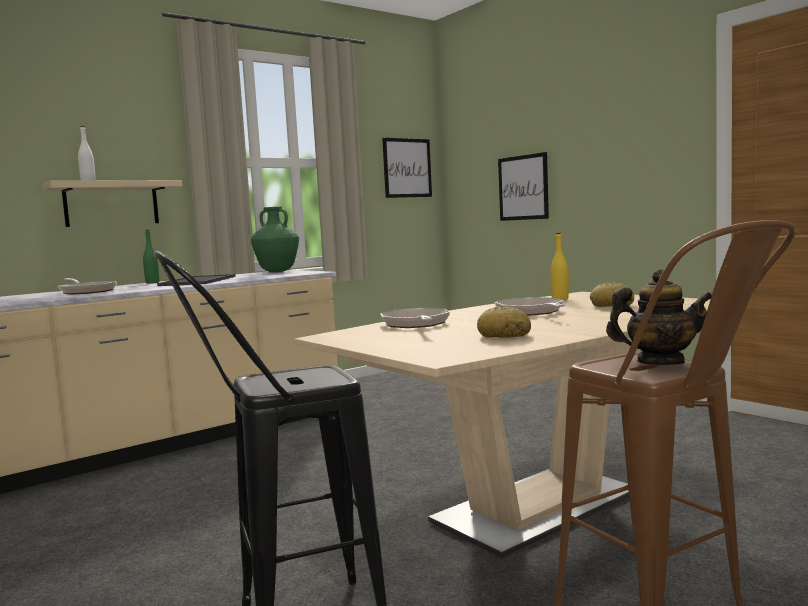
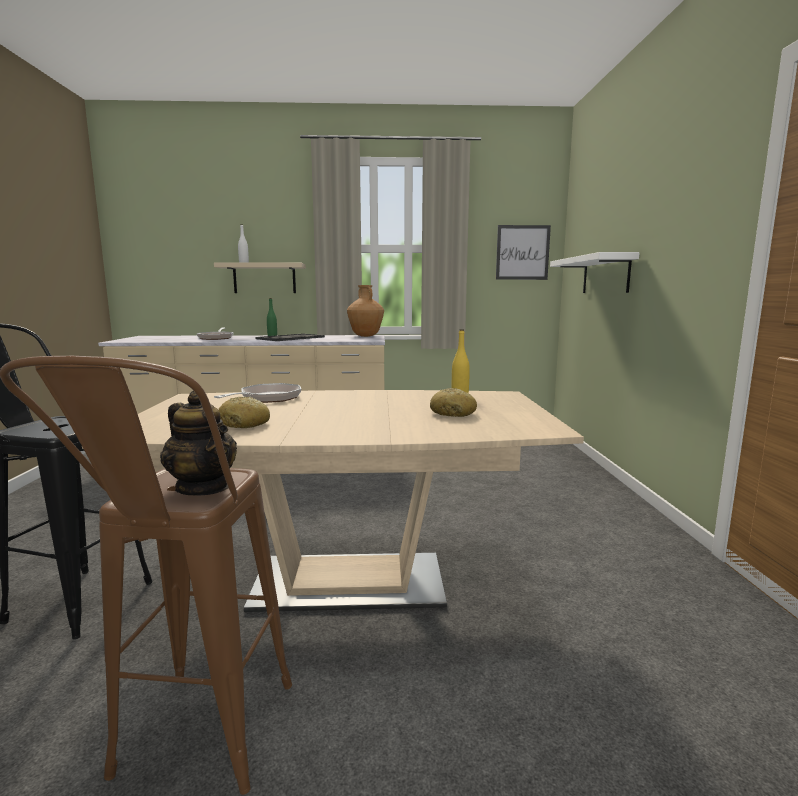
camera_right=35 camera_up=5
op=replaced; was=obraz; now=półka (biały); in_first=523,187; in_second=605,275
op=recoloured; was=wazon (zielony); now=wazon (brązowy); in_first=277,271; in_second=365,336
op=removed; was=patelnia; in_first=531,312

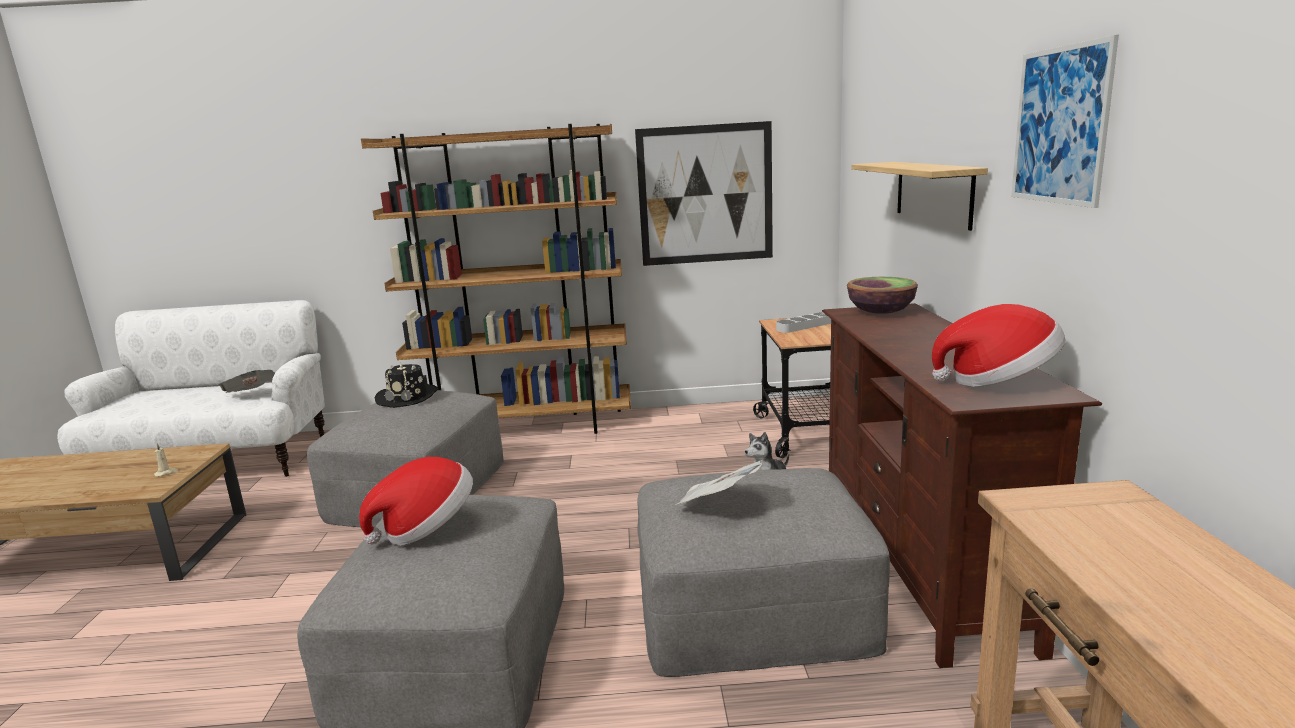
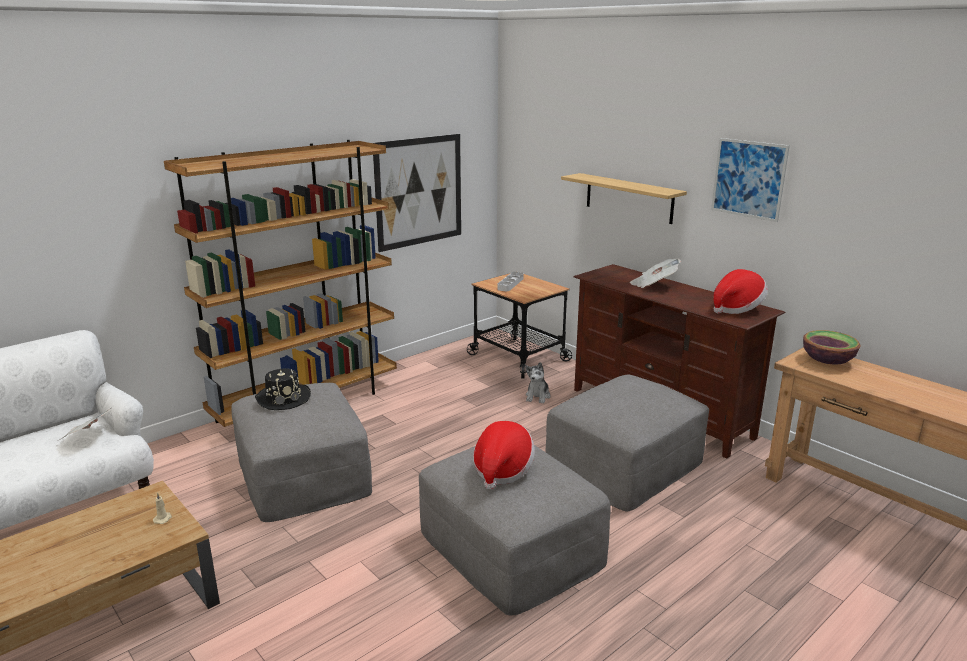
camera_right=-40 camera_up=5
op=moved; was=miska; in_first=880,312; in_second=827,361
op=moved; was=gazeta; in_first=719,504; in_second=653,285

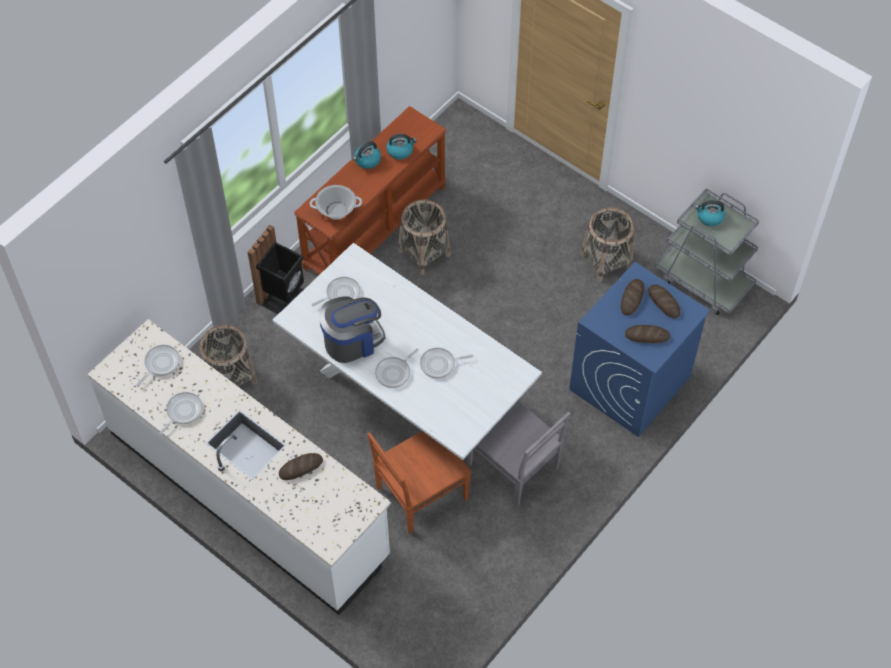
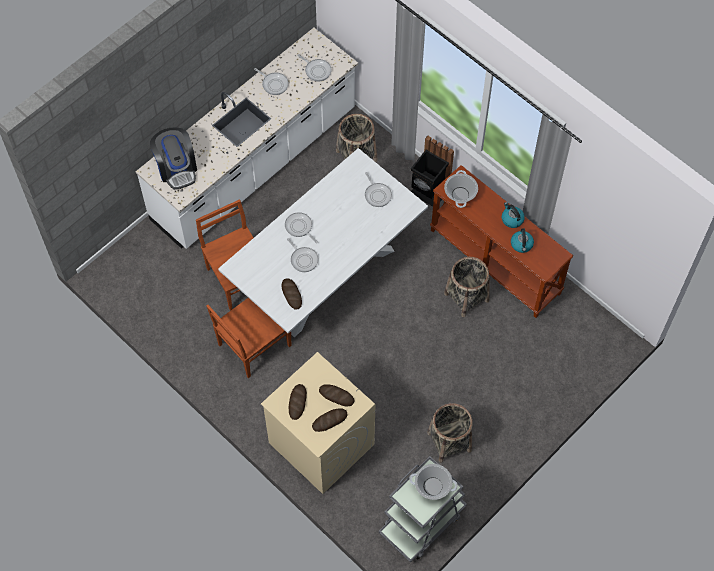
camera_right=95 camera_up=5
op=replaced; was=czajnik; now=garnek; in_first=709,217; in_second=432,486
op=recoloured; was=pralka (niebieski); now=pralka (beżowy); in_first=629,383; in_second=320,443
op=moved; was=ekspres do kawy; in_first=352,341; in_second=177,168
op=turned; was=patelnia; in_first=440,364; in_second=303,259; clockwise=150
op=recoloured; was=krzesło (szary); now=krzesło (brązowy); in_first=514,467; in_second=253,346
op=moved; was=chleb; in_first=301,468; in_second=291,294

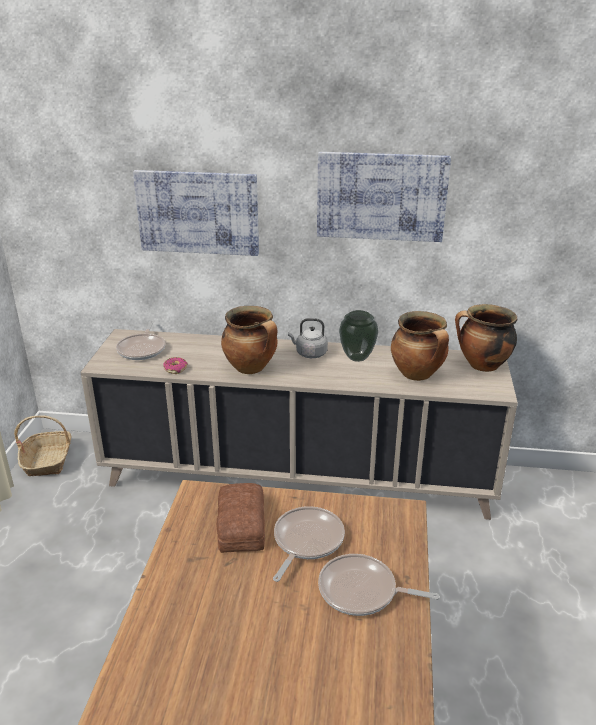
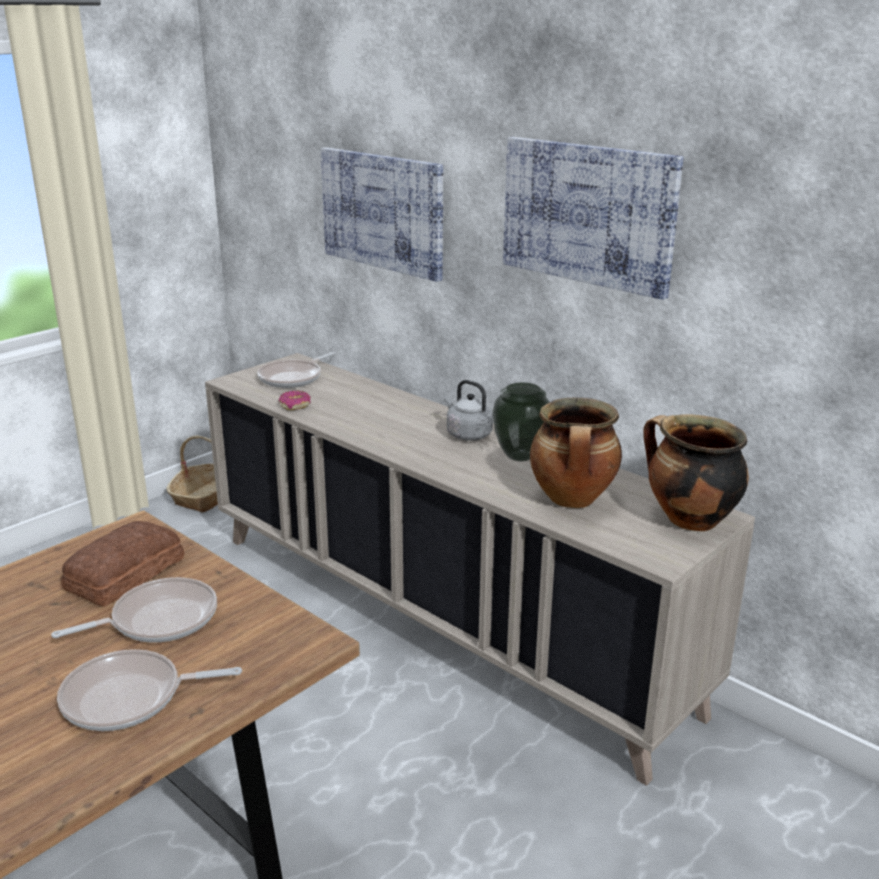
camera_right=35 camera_up=-5
op=removed; was=garnek; in_first=252,368
op=turned; was=patelnia; in_first=362,591; in_second=129,698; clockwise=-60

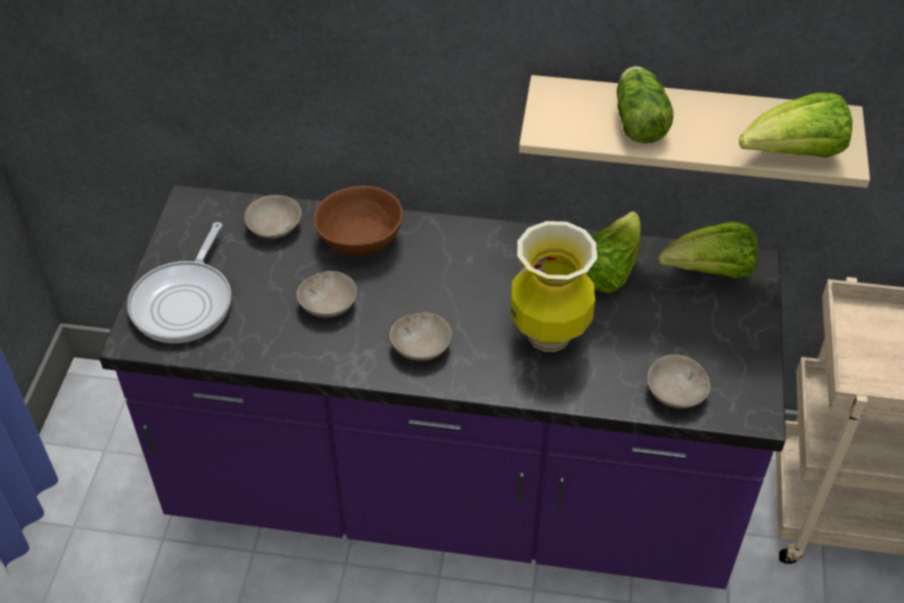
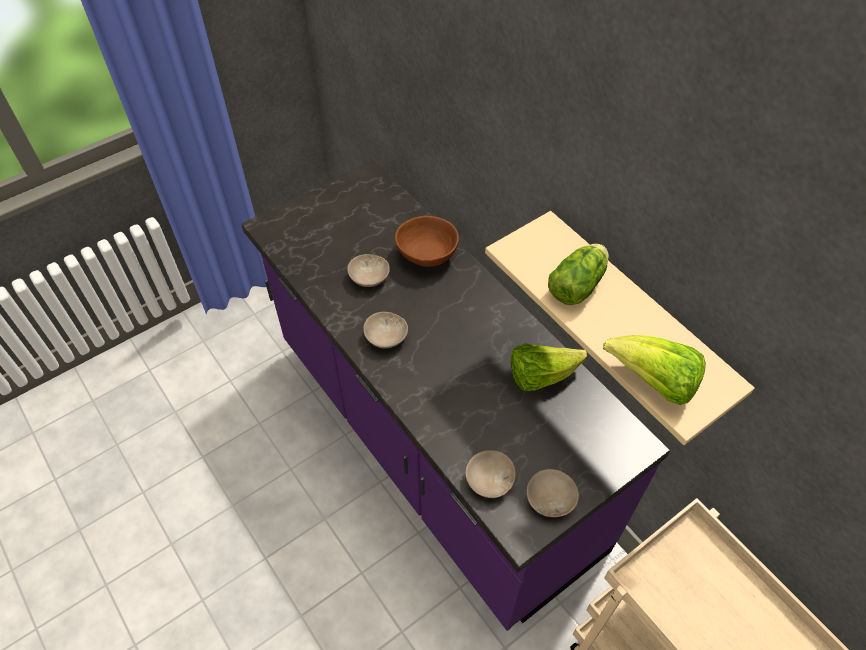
camera_right=45 camera_up=5
op=moved; was=miska (beżowy); in_first=274,226; in_second=551,497
op=removed; was=wazon; in_first=549,336
op=removed; was=patelnia; in_first=185,302
op=removed; was=sałata; in_first=710,272

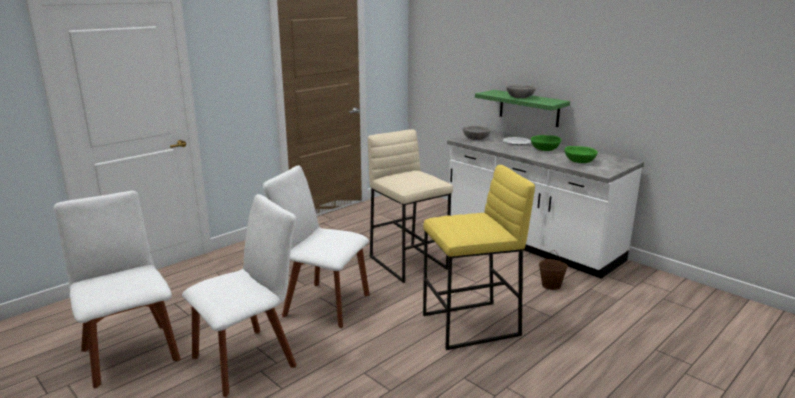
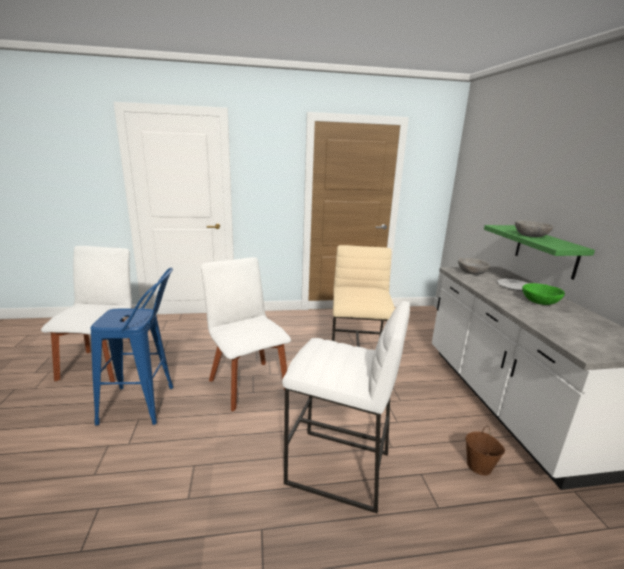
camera_right=35 camera_up=0
op=removed; was=miska (zielony); in_first=579,161
op=recoloured; was=stołek (żółty); now=stołek (biały); in_first=471,325; in_second=338,469
op=replaced; was=krzesło (biały); now=stołek (niebieski); in_first=249,359; in_second=145,405

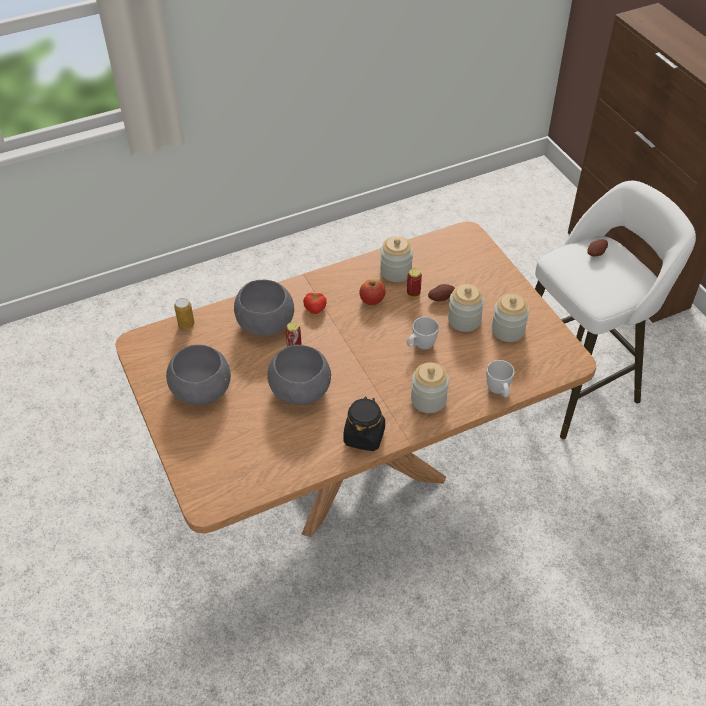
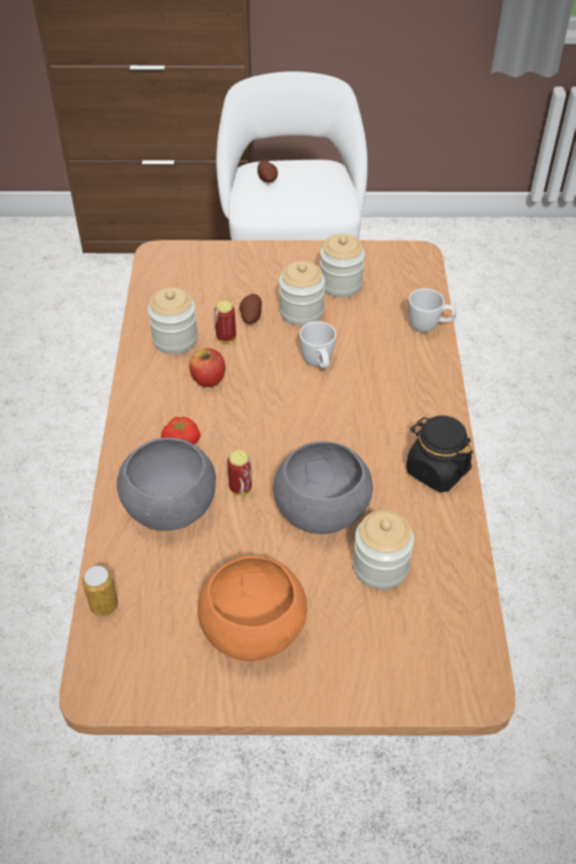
camera_right=-65 camera_up=0
op=recoloured; was=miska (szary); now=miska (pomarańczowy); in_first=202,389; in_second=254,626
op=moved; was=słoik; in_first=428,400; in_second=380,566

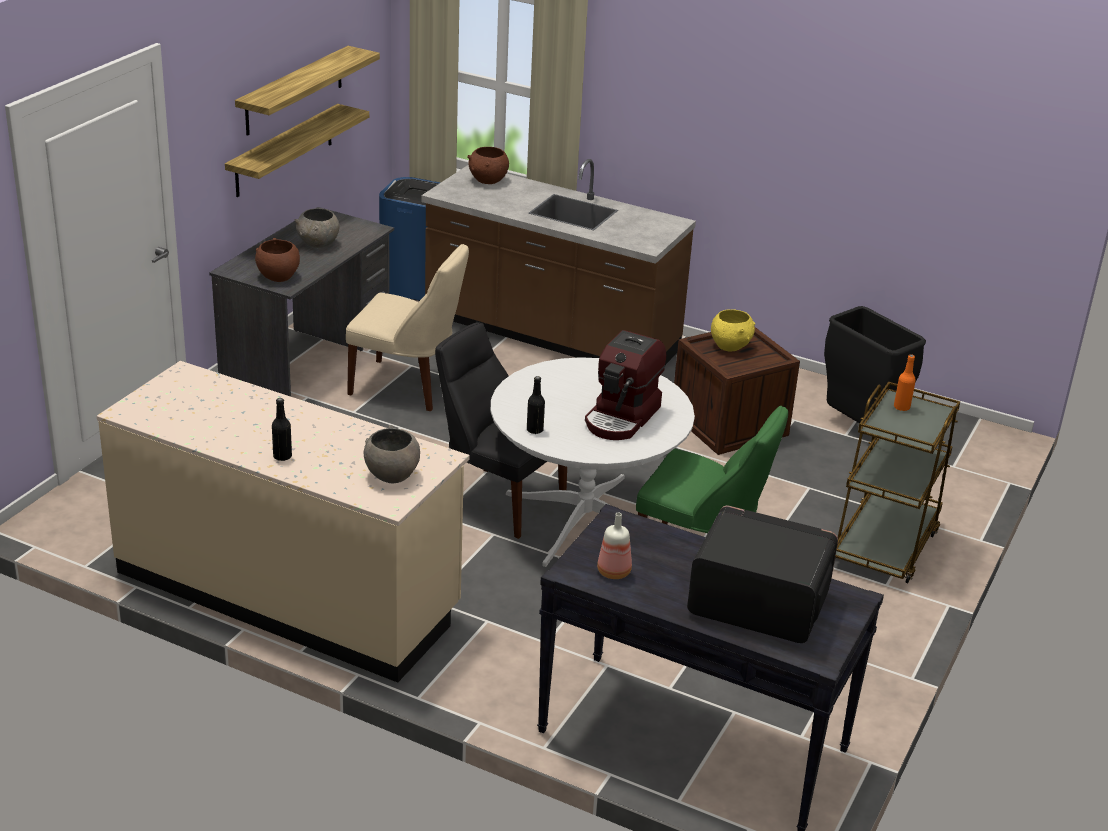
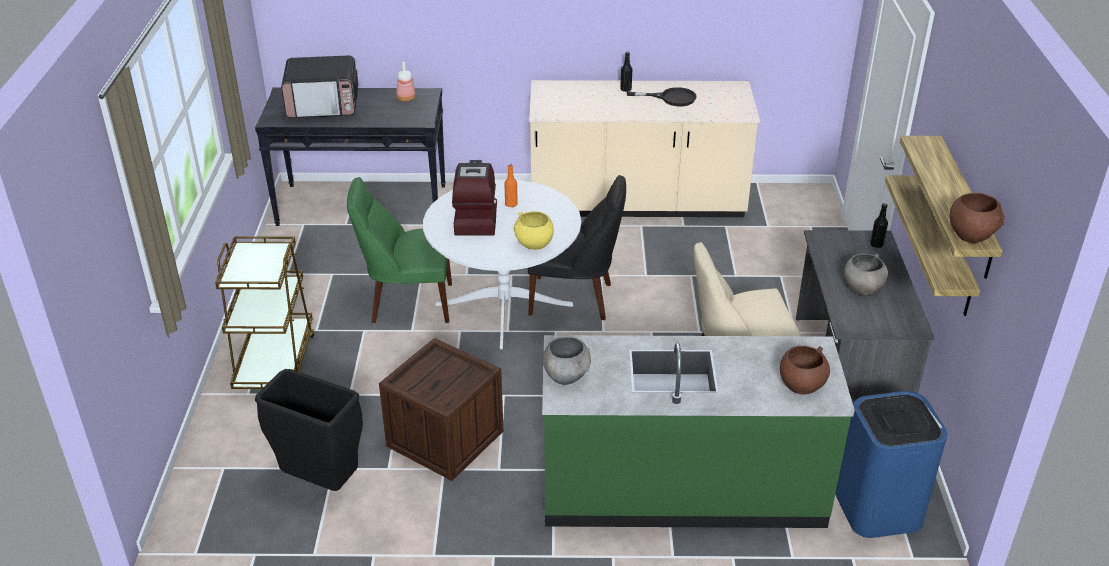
camera_right=155 camera_up=5
op=recoloured; was=zabudowa kuchenna (brązowy); now=zabudowa kuchenna (zielony); in_first=550,336; in_second=682,489
op=moved; was=miska (brązowy); in_first=278,277; in_second=971,235
op=moved; was=miska (żółty); in_first=730,346; in_second=534,244
op=moved; was=butelka (pomarańczowy); in_first=901,407; in_second=511,204
op=moved; was=butelka (czarny); in_first=535,430; in_second=876,244
op=moved; was=miska (szary); in_first=391,475; in_second=566,376
op=added; now=patelnia (czarny); in_second=671,98

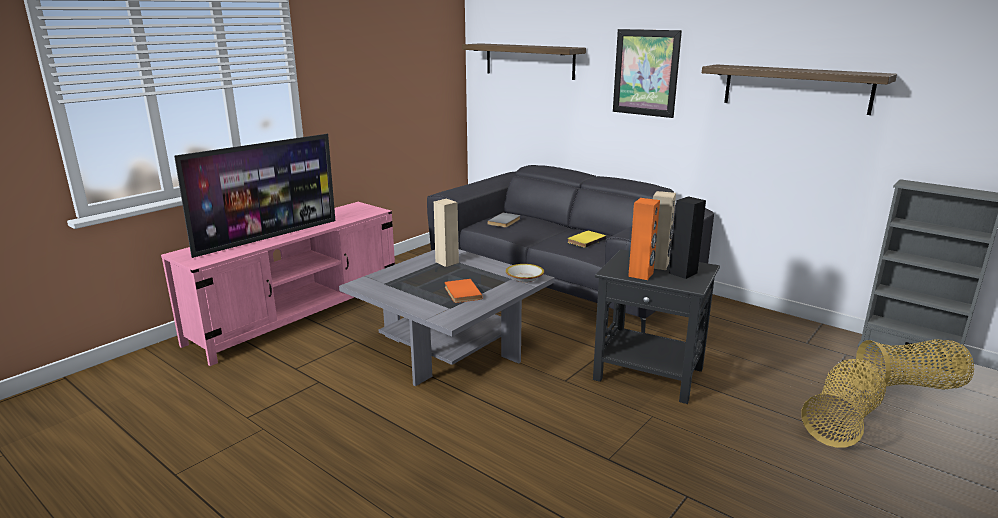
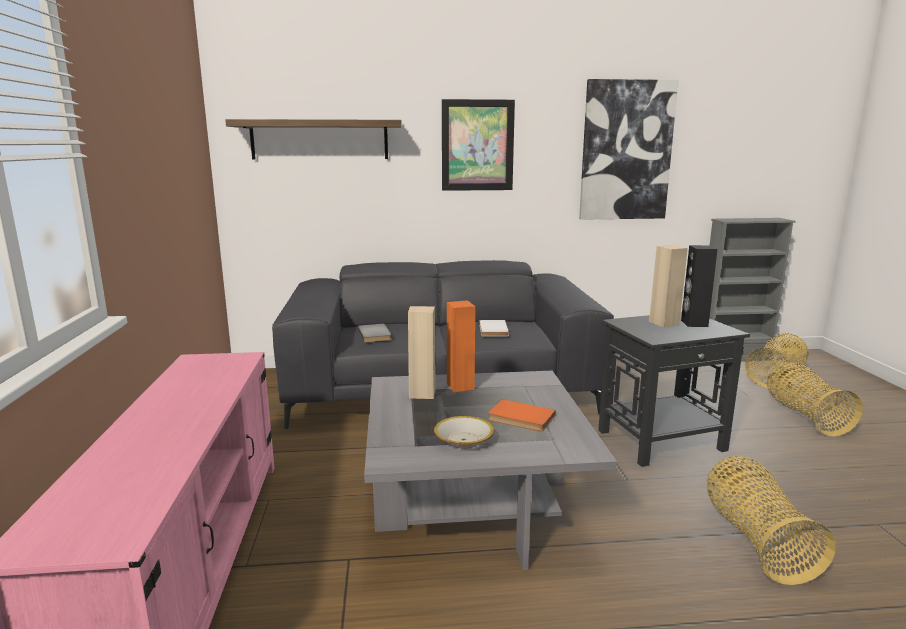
camera_right=-45 camera_up=-5
op=replaced; was=półka; now=obraz; in_first=796,88; in_second=626,151
op=removed; was=telewizor; in_first=268,237
op=moved; was=głośnik (pomarańczowy); in_first=641,274; in_second=460,386
op=recoloured; was=książka (żółty); now=książka (biały); in_first=585,240; in_second=492,330
op=moved; was=miska; in_first=524,278; in_second=463,440
op=added; now=koszyk; in_second=756,541

